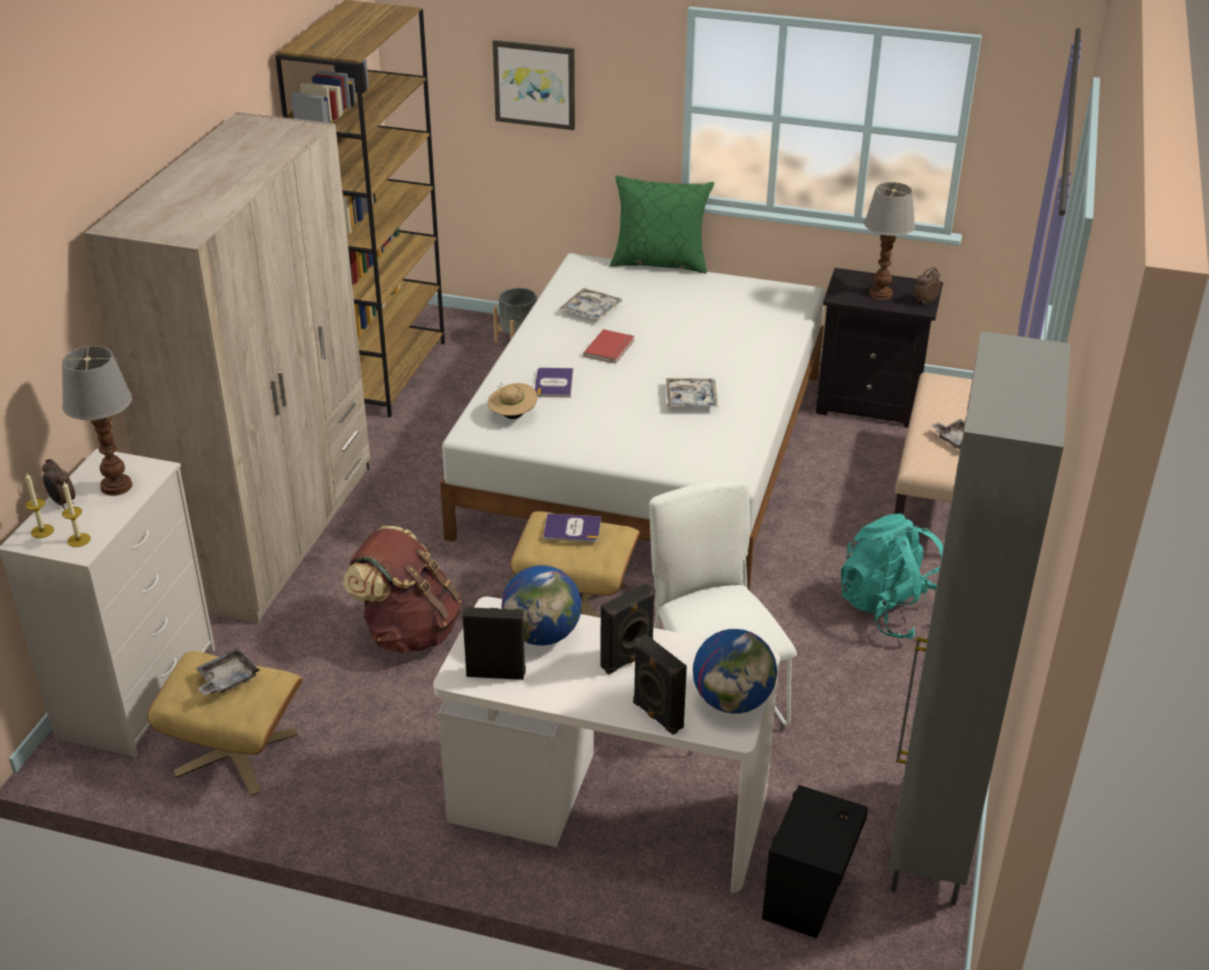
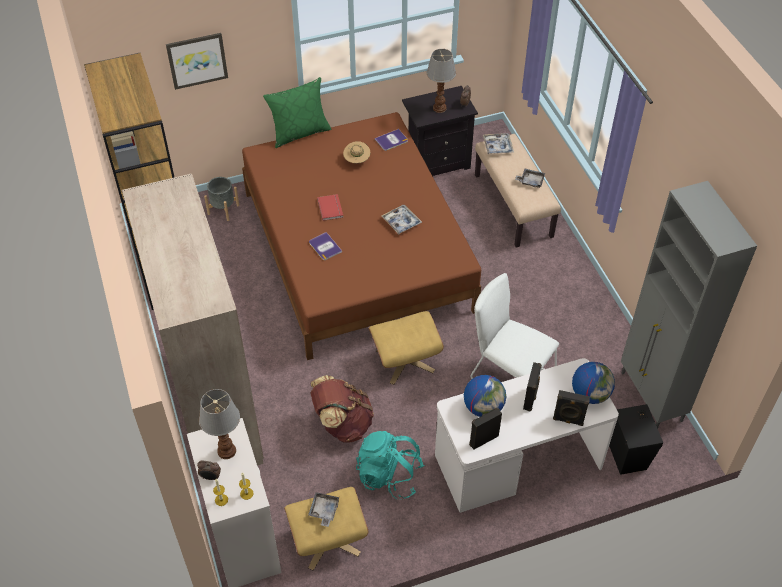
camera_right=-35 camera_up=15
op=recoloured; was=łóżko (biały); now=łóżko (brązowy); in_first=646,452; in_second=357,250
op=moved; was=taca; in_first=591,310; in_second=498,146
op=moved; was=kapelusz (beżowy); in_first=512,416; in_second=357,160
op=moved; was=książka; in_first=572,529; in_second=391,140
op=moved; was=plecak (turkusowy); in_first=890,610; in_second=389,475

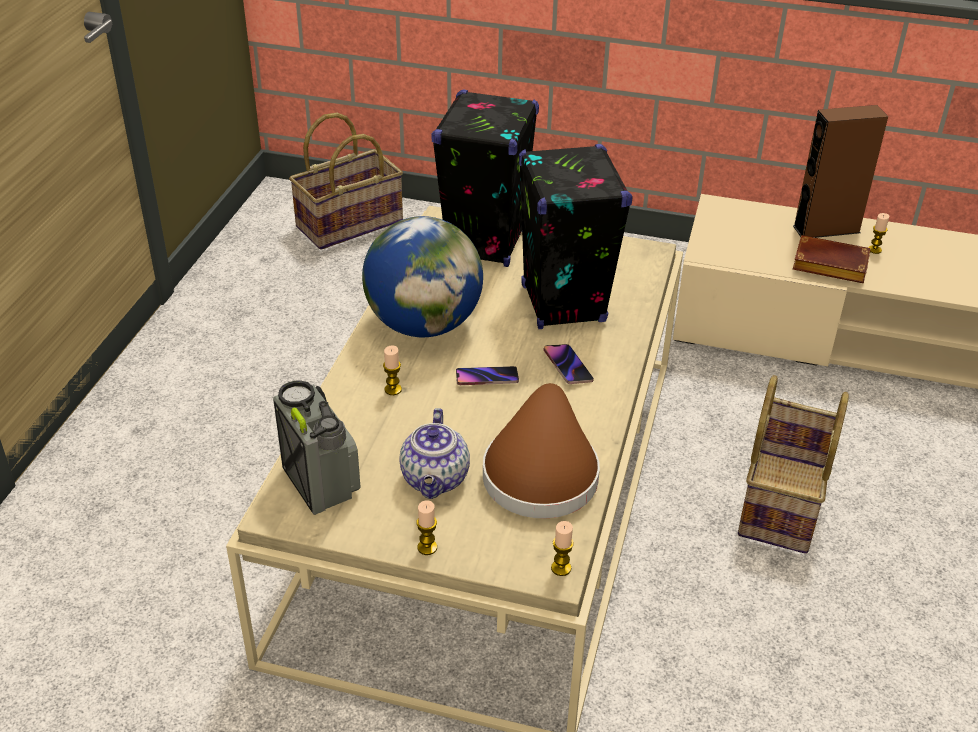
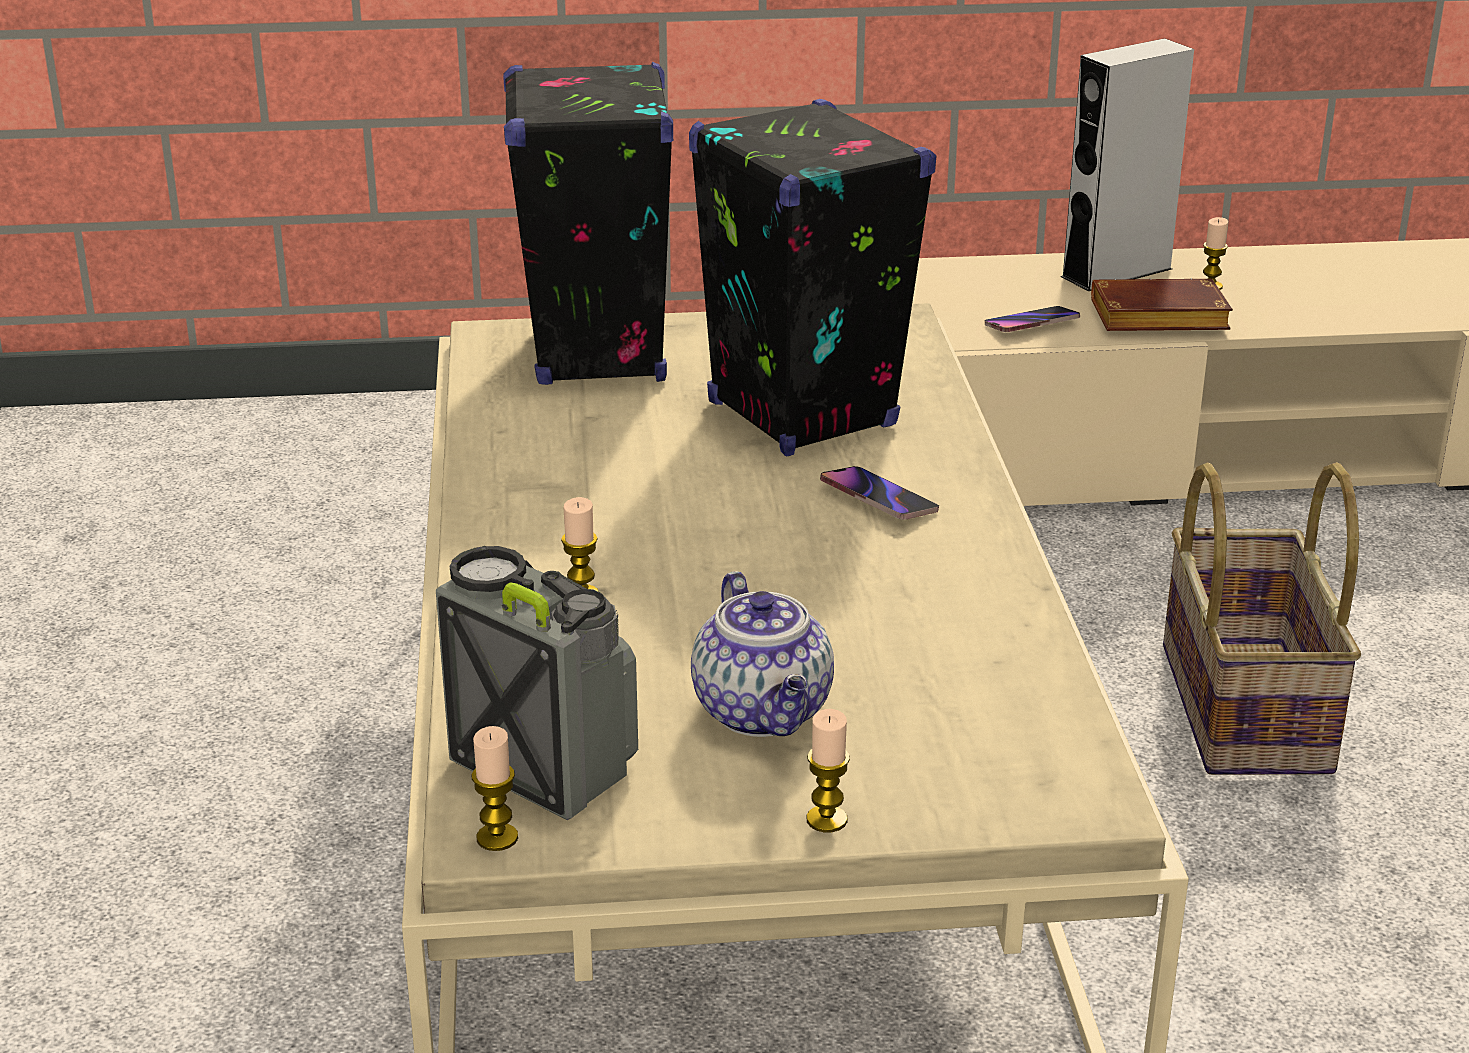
camera_right=-20 camera_up=-10
op=recoloured; was=głośnik (brązowy); now=głośnik (szary); in_first=826,229; in_second=1116,272
op=removed; was=koszyk; in_first=349,223
op=removed; was=globus; in_first=423,325
op=moved; was=telefon; in_first=487,379; in_second=1031,324
op=removed; was=kapelusz (brązowy); in_first=540,471
op=moved; was=świeca; in_first=561,568; in_second=497,838

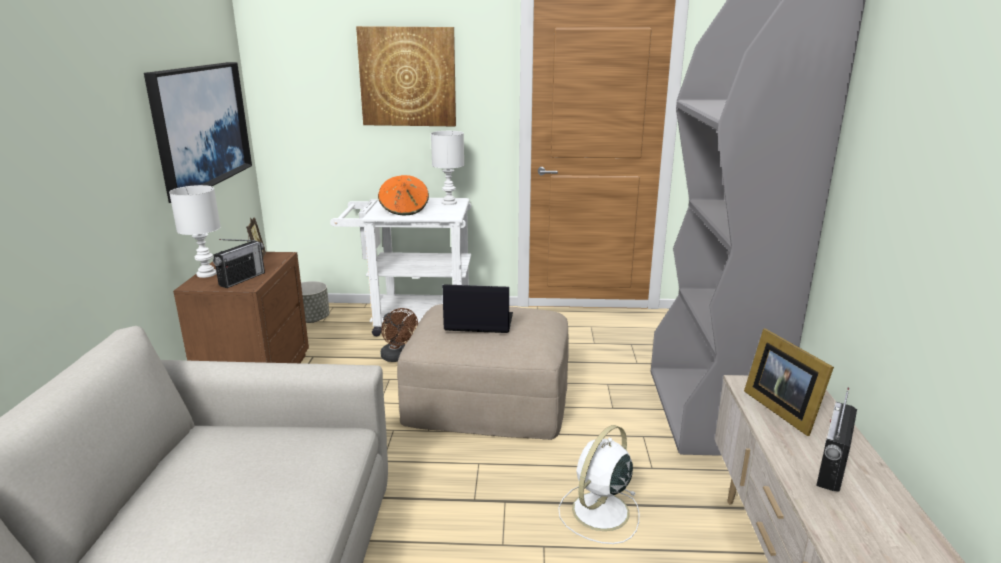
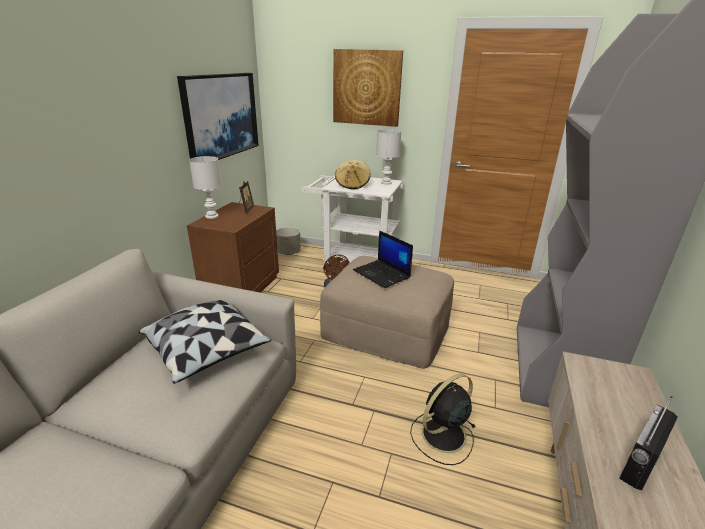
camera_right=15 camera_up=5
op=recoloured; was=kapelusz (pomarańczowy); now=kapelusz (beżowy); in_first=404,210; in_second=352,185
op=removed; was=radio; in_first=242,279
op=turned; was=laptop; in_first=478,322; in_second=382,274; clockwise=-150
op=removed; was=ramka na zdjęcie; in_first=781,408
op=recoloured; was=wentylator (biały); now=wentylator (czarny); in_first=599,512; in_second=442,435
op=added; now=poduszka; in_second=208,350

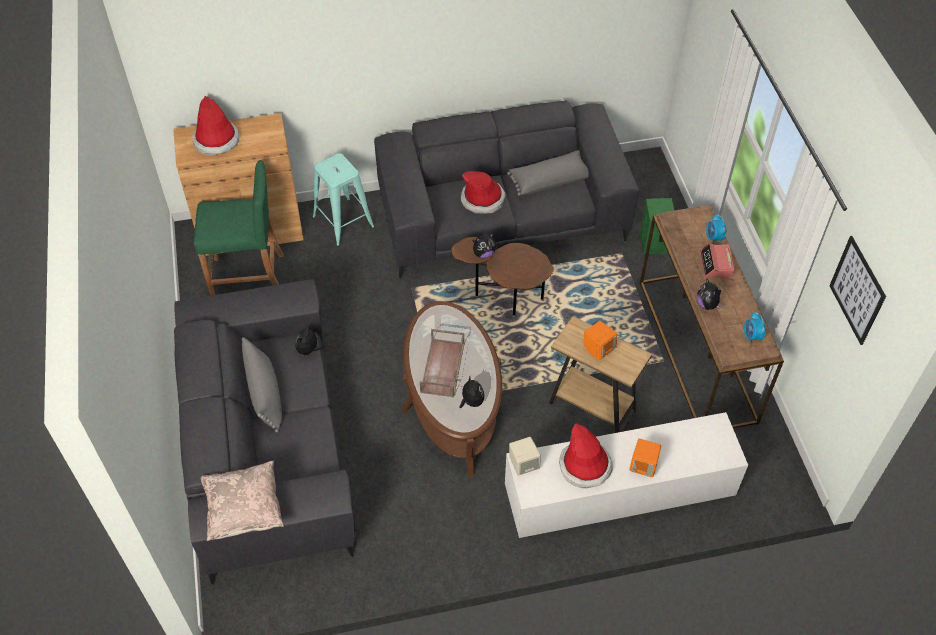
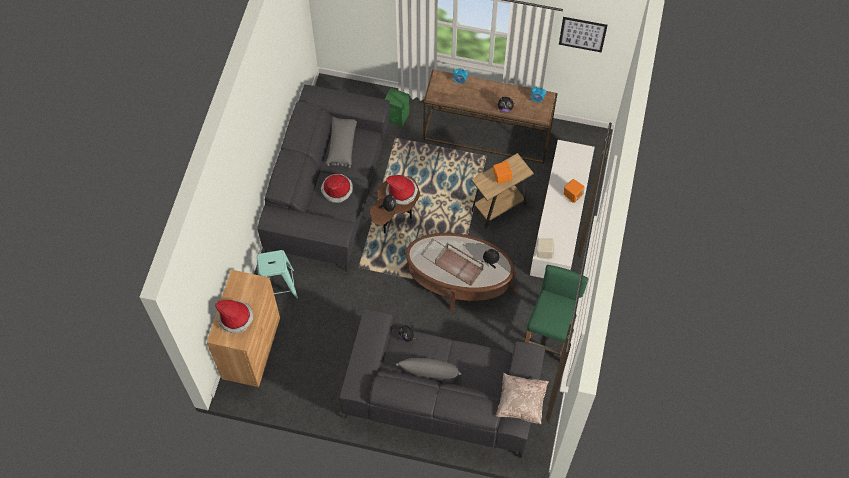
camera_right=-65 camera_up=10
op=moved; was=stołek (zielony); in_first=248,276; in_second=550,334
op=removed; was=budzik; in_first=716,265
op=moved; was=kapelusz; in_first=585,466; in_second=401,192

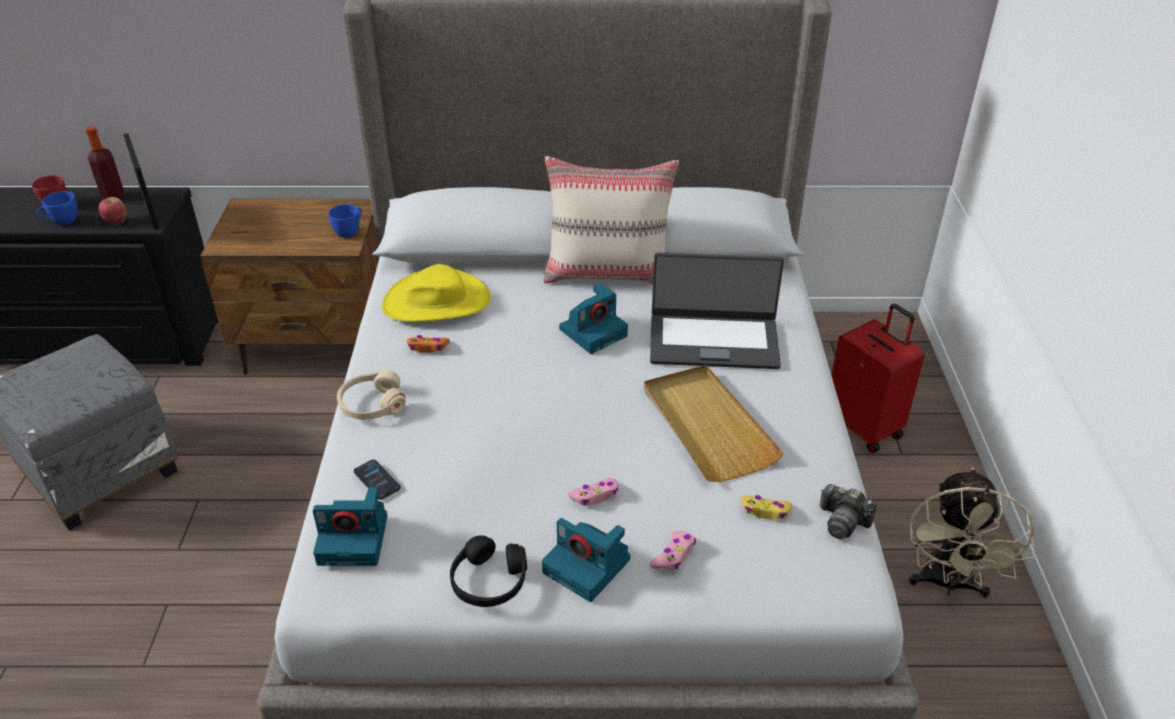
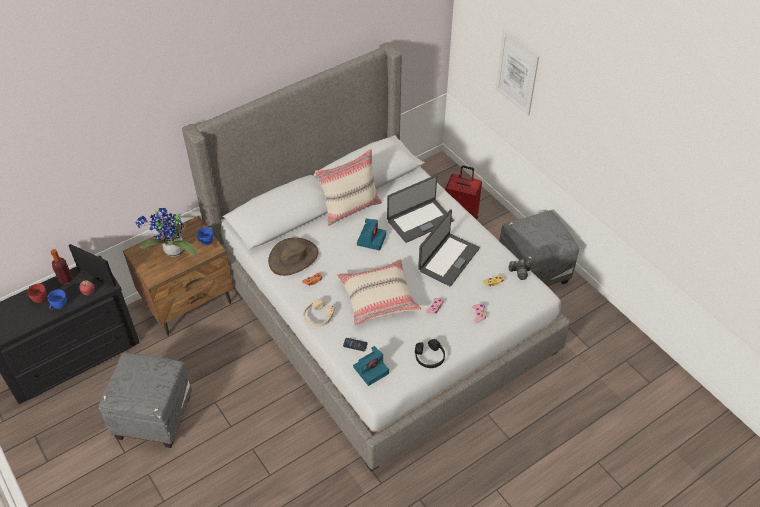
camera_right=-35 camera_up=10
op=recoloured; was=kapelusz (żółty); now=kapelusz (brązowy); in_first=436,302; in_second=293,257
op=replaced; was=taca (beżowy); now=laptop; in_first=707,426; in_second=448,259
op=replaced; was=wentylator (beżowy); now=pufa (szary); in_first=948,584; in_second=533,272
op=removed; was=aparat fotograficzny; in_first=588,566
op=added; now=obraz; in_second=517,73
op=added; now=roślina doniczkowa; in_second=172,252
op=added; now=poduszka (beżowy); in_second=378,298

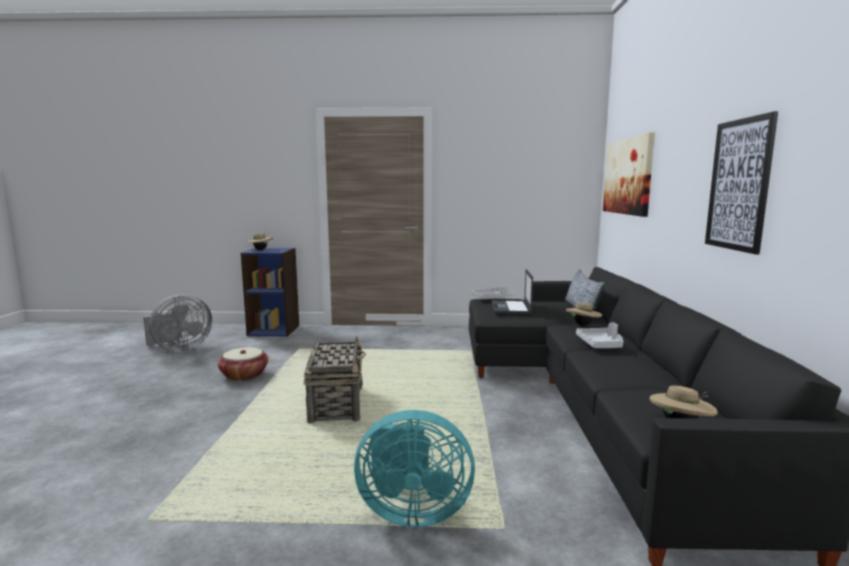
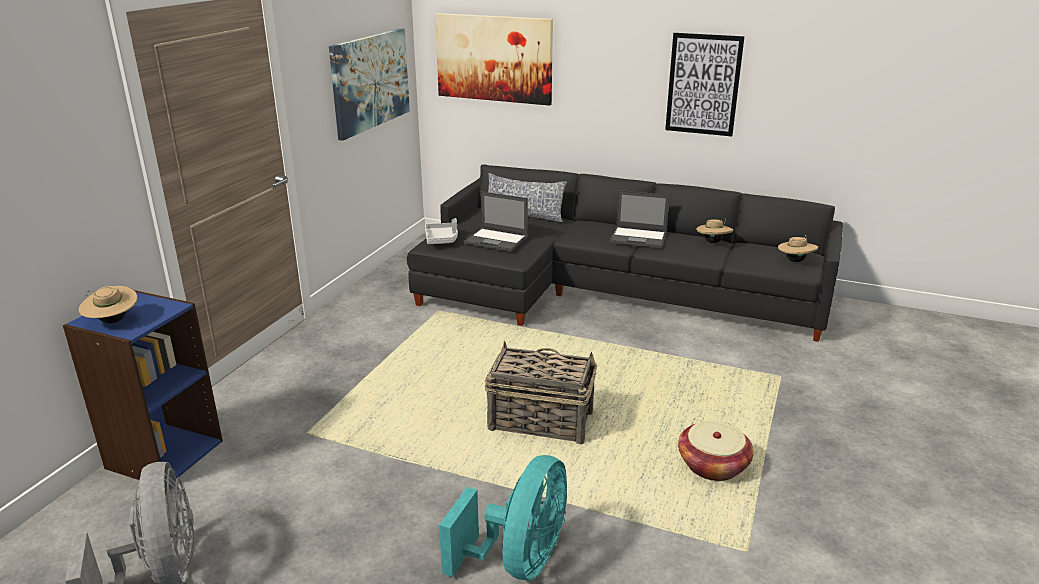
camera_right=-70 camera_up=15
op=moved; was=kapelusz (beżowy); in_first=583,325; in_second=713,242
op=replaced; was=taca (szary); now=laptop; in_first=601,344; in_second=639,238
op=moved; was=koszyk; in_first=244,375; in_second=712,466
op=moved; was=wentylator (turkusowy); in_first=411,511; in_second=519,561
op=added; now=obraz; in_second=370,81

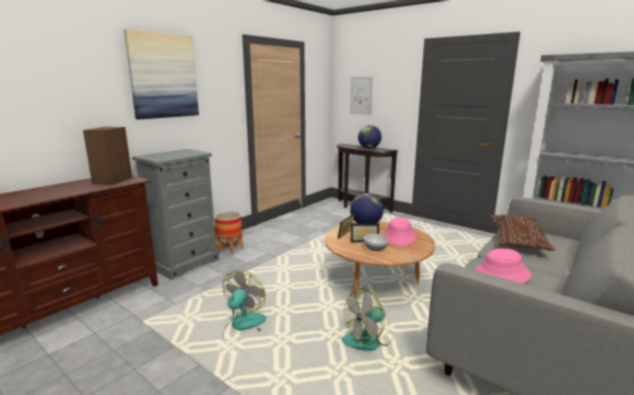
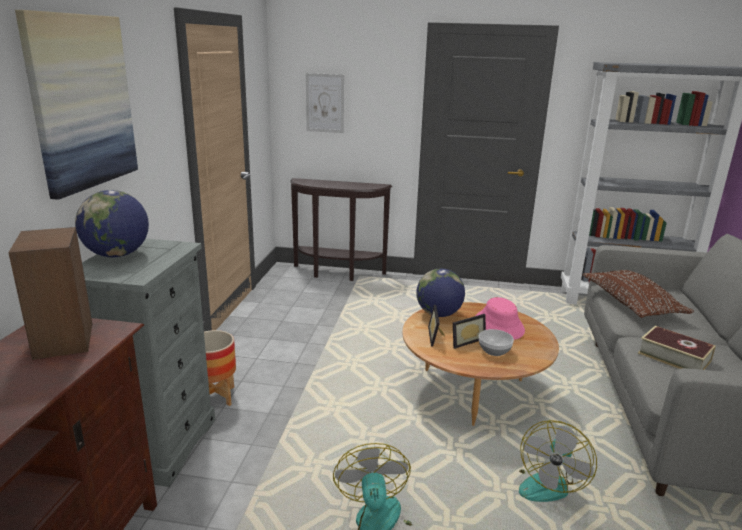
camera_right=-30 camera_up=5
op=moved; was=globus; in_first=369,148; in_second=117,255
op=replaced; was=kapelusz (różowy); now=książka; in_first=502,274; in_second=674,357

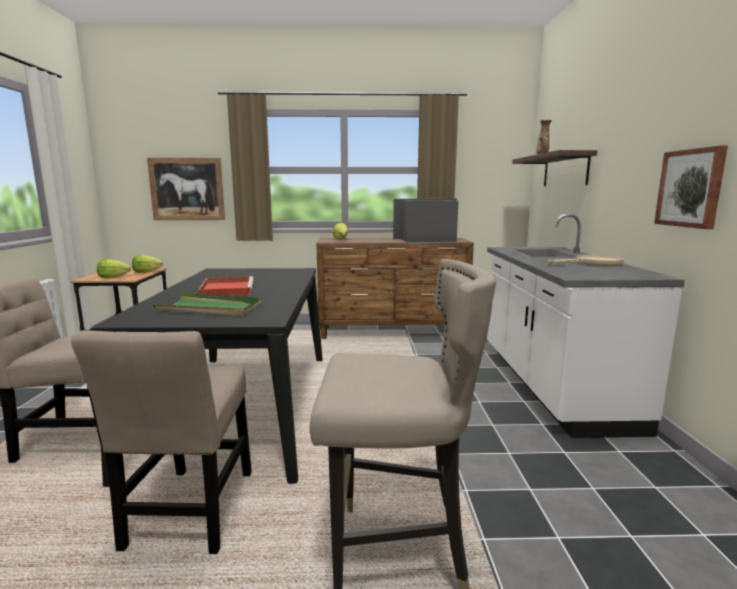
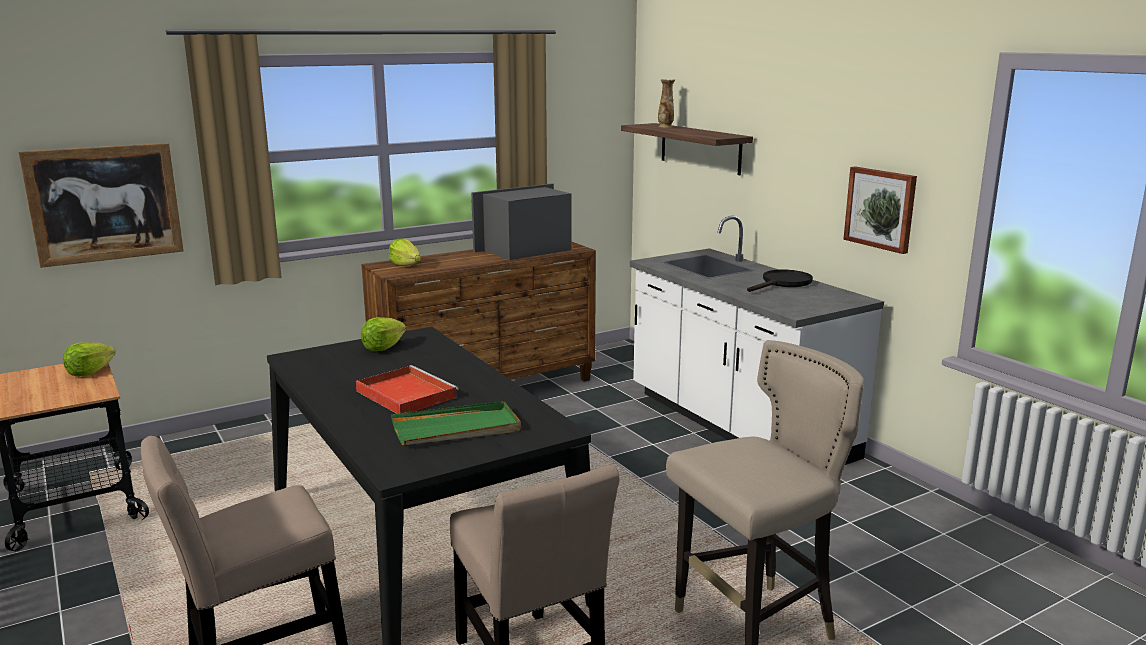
camera_right=-30 camera_up=5
op=recoloured; was=patelnia (beżowy); now=patelnia (czarny); in_first=593,263; in_second=783,283
op=moved; was=sałata; in_first=113,277; in_second=383,347

